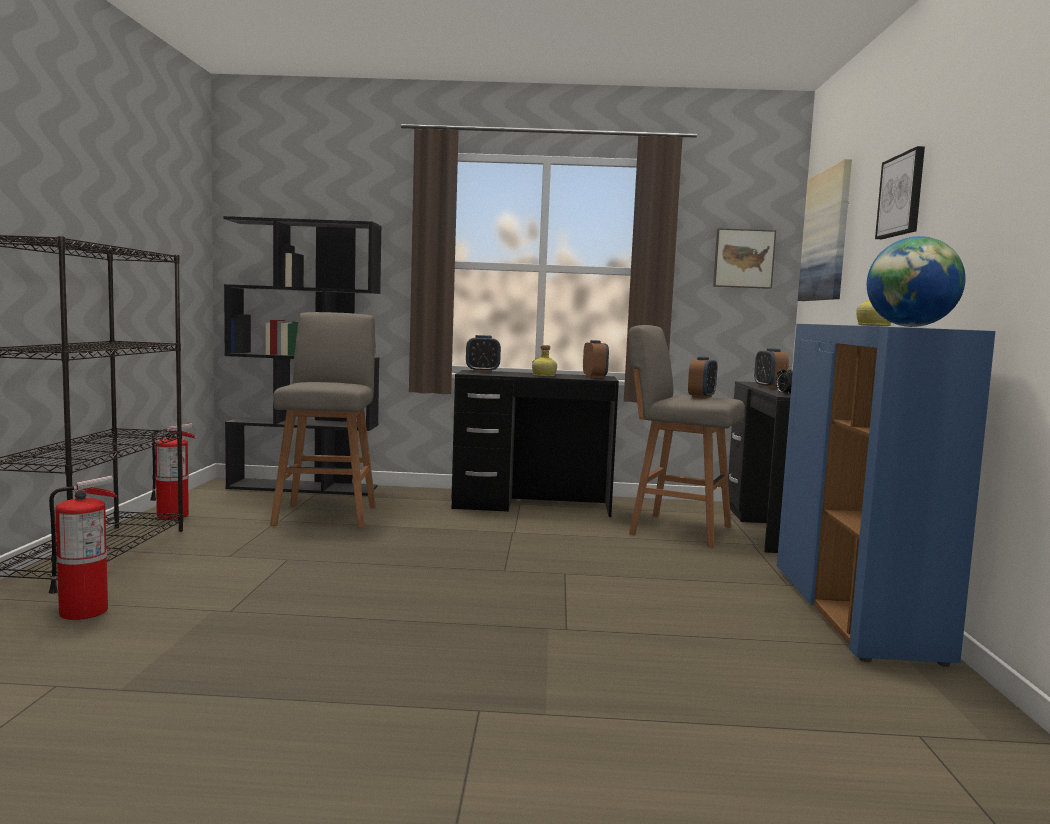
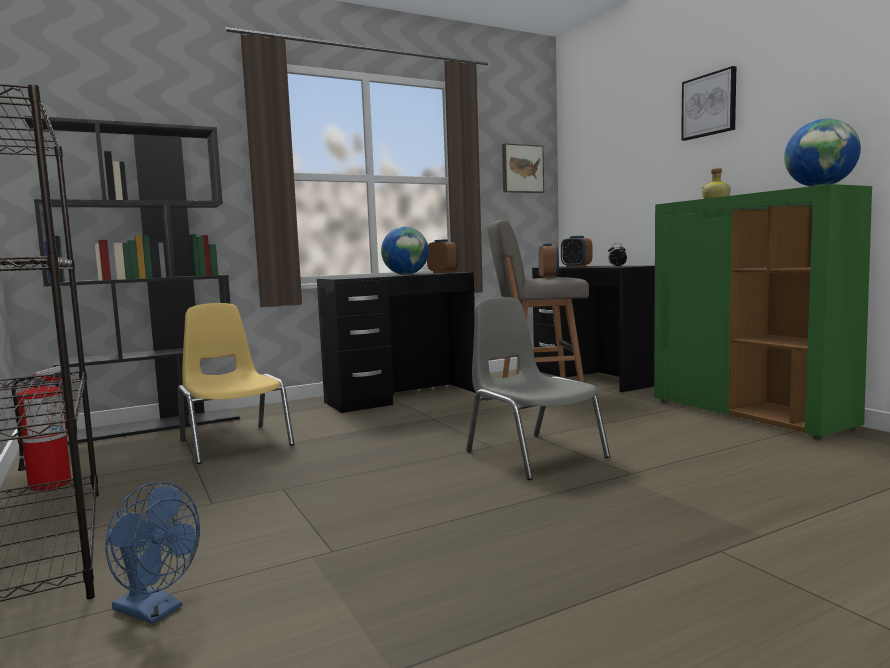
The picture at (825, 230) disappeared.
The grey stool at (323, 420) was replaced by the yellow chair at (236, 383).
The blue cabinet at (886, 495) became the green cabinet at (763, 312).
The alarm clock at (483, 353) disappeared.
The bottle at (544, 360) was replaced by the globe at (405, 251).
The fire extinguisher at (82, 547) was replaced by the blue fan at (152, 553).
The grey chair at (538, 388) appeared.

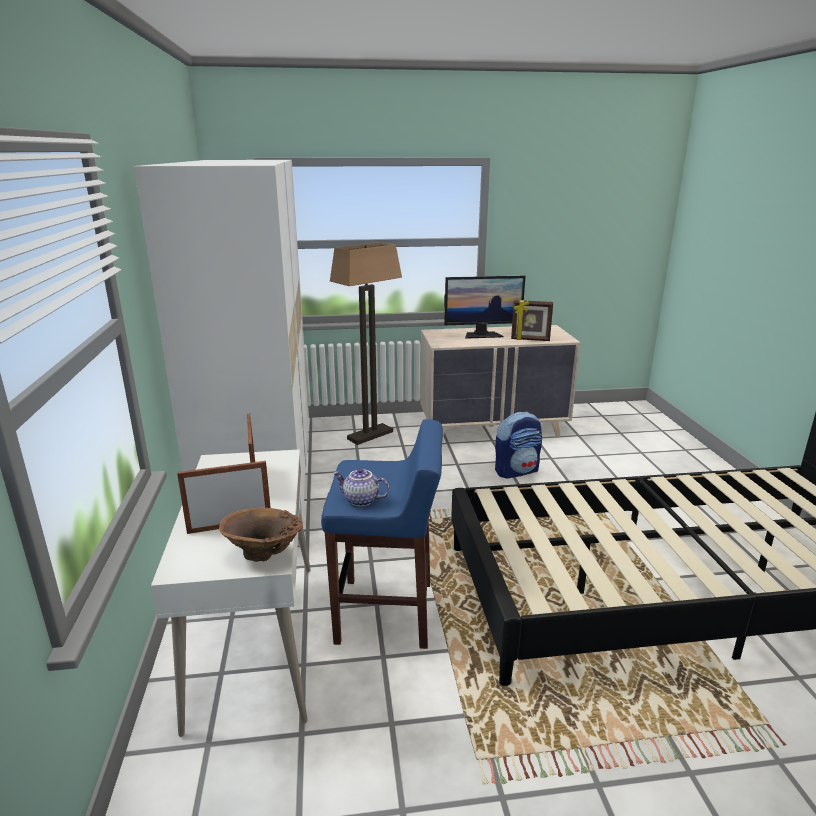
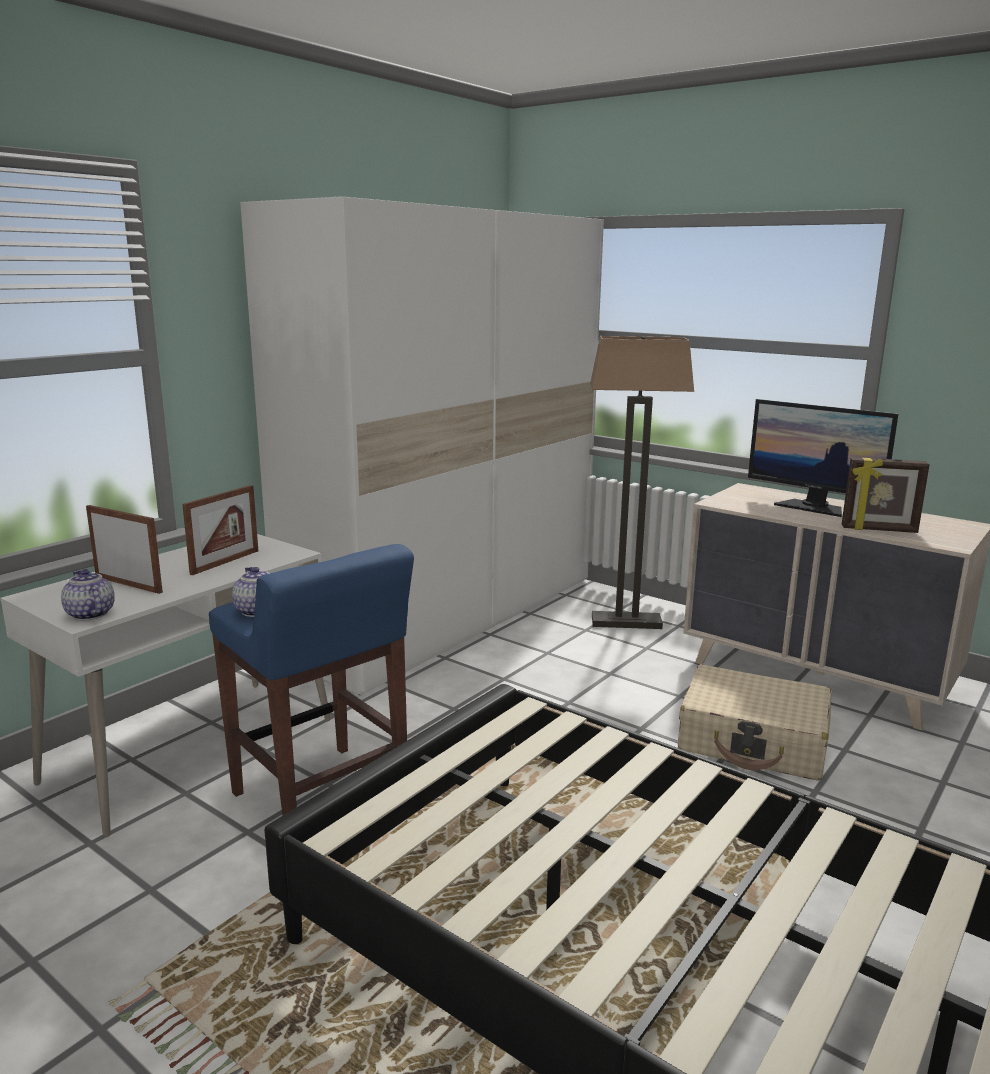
The picture frame at (532, 320) turned 45 degrees counterclockwise.
The backpack at (518, 445) was replaced by the beige suitcase at (755, 722).
The brown vase at (261, 535) was replaced by the teapot at (88, 594).

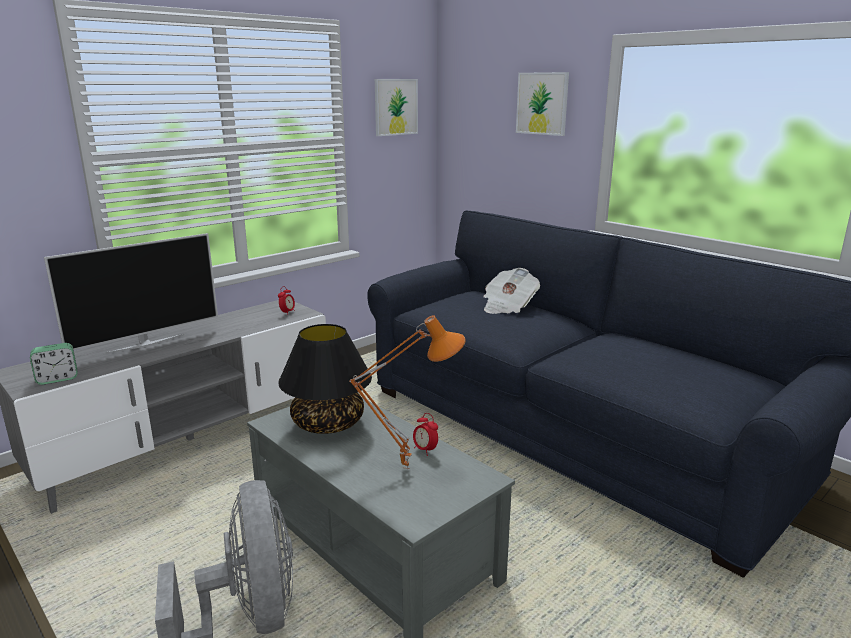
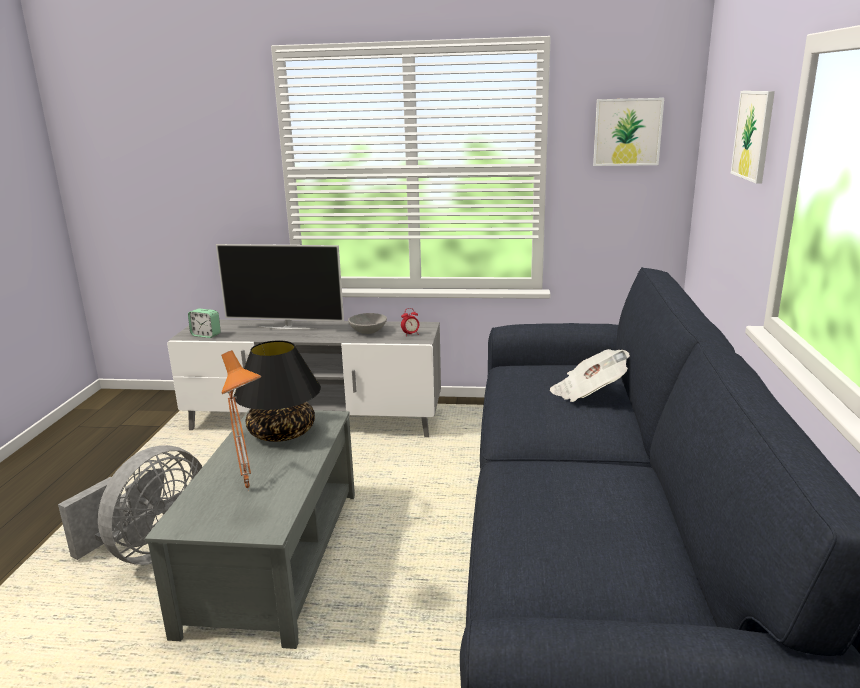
The alarm clock at (425, 434) disappeared.
The grey bowl at (367, 323) appeared.

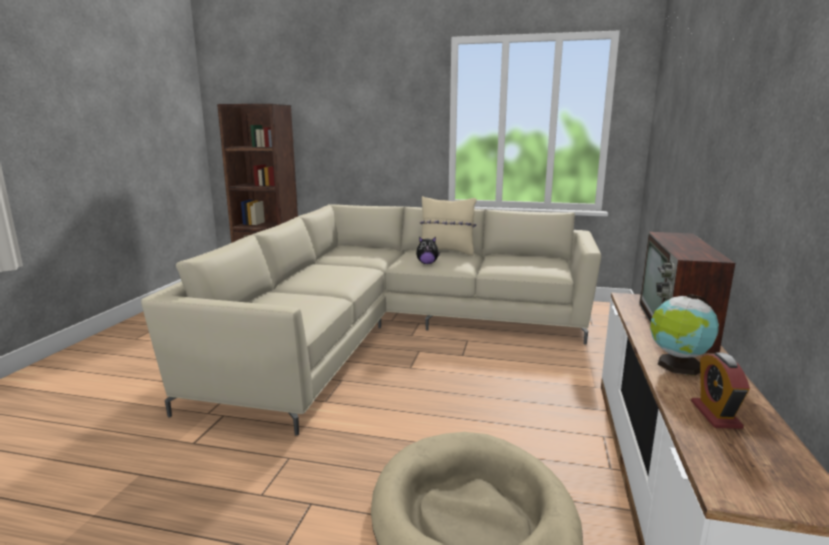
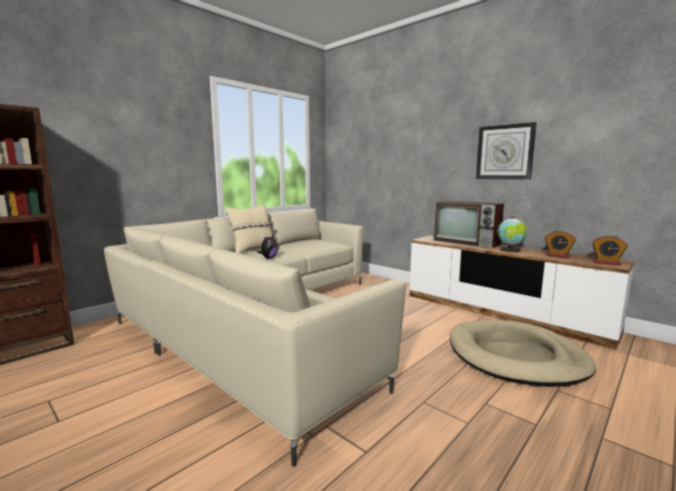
The wall clock at (506, 151) appeared.
The alarm clock at (610, 250) appeared.

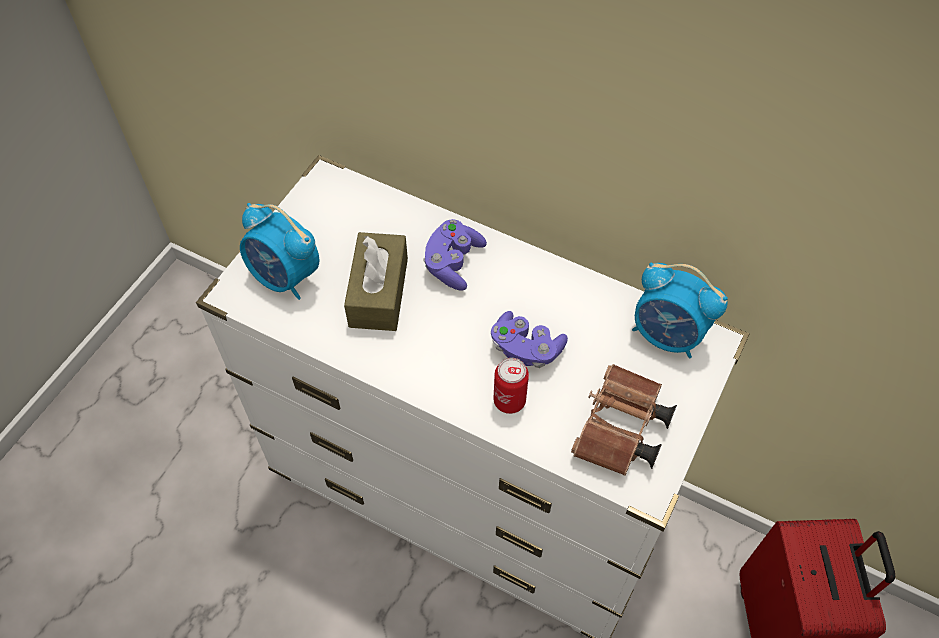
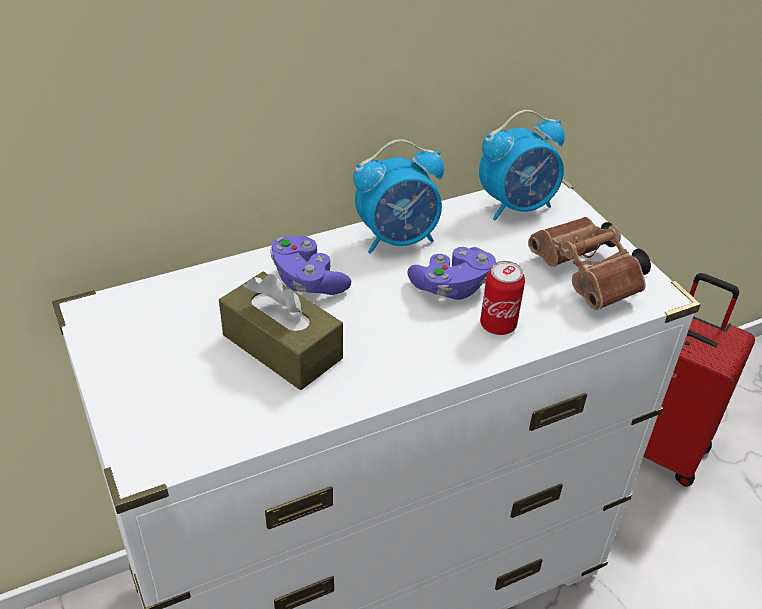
The alarm clock moved from (279, 251) to (398, 196).

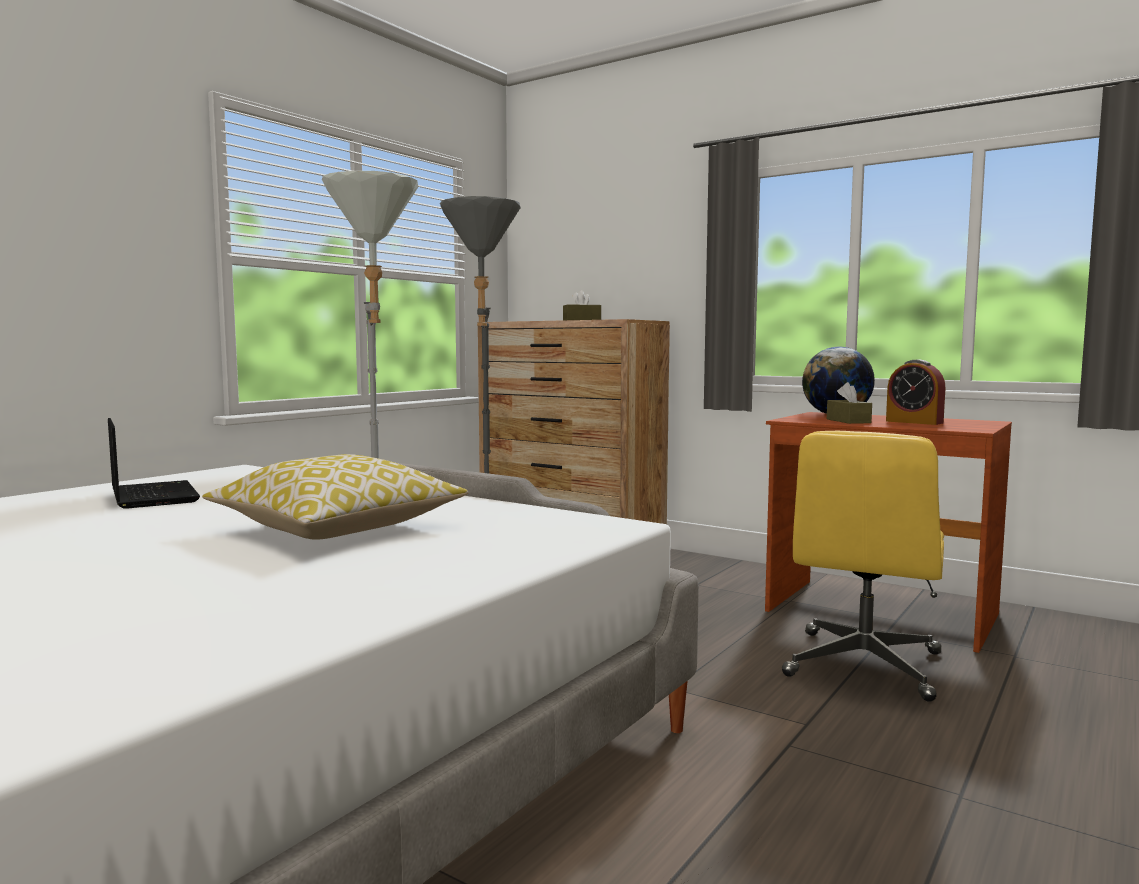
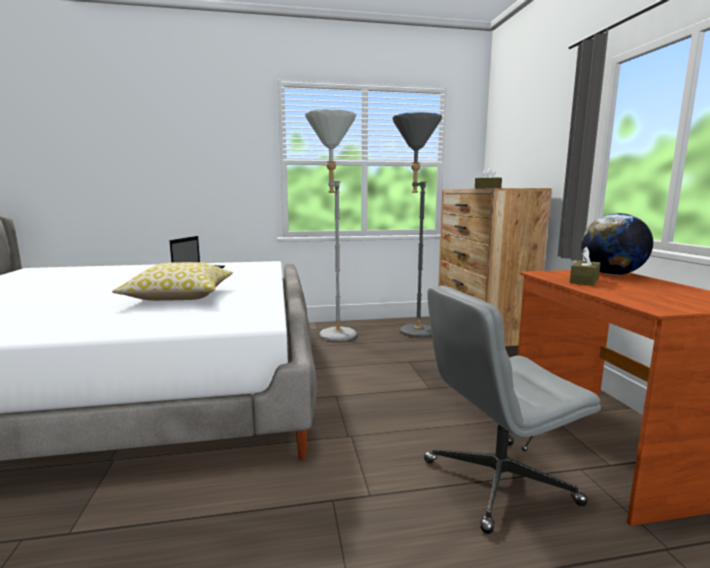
The alarm clock at (916, 392) disappeared.
The yellow office chair at (863, 566) became the grey office chair at (512, 409).

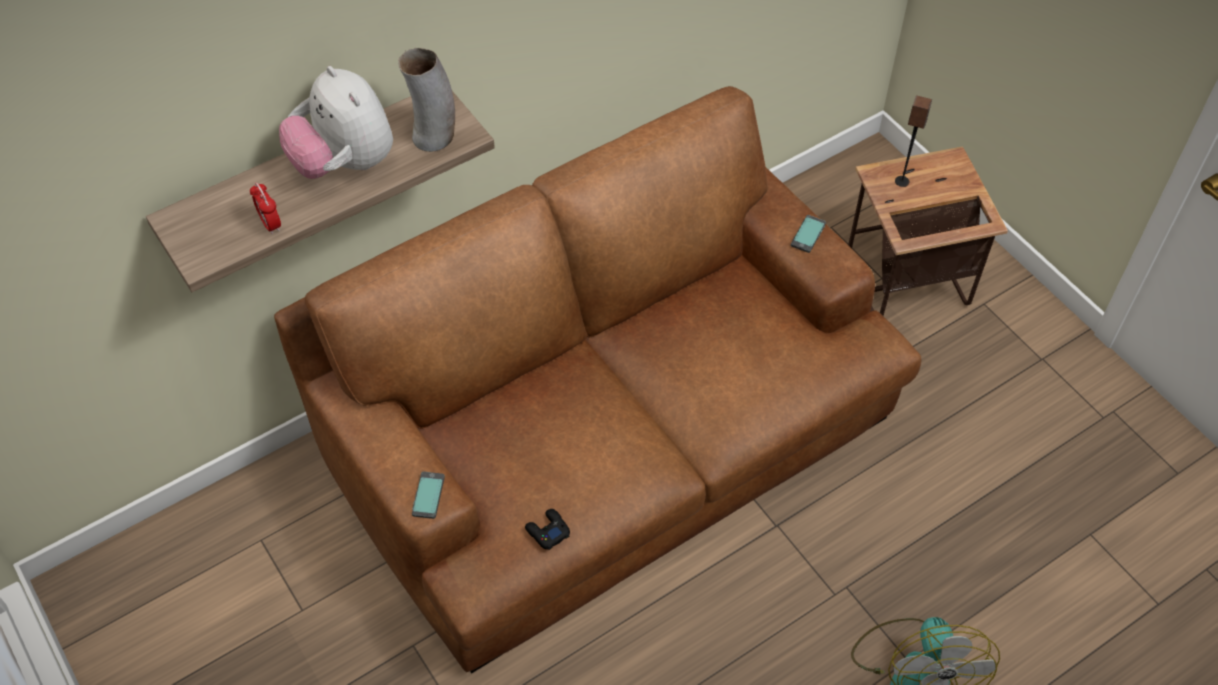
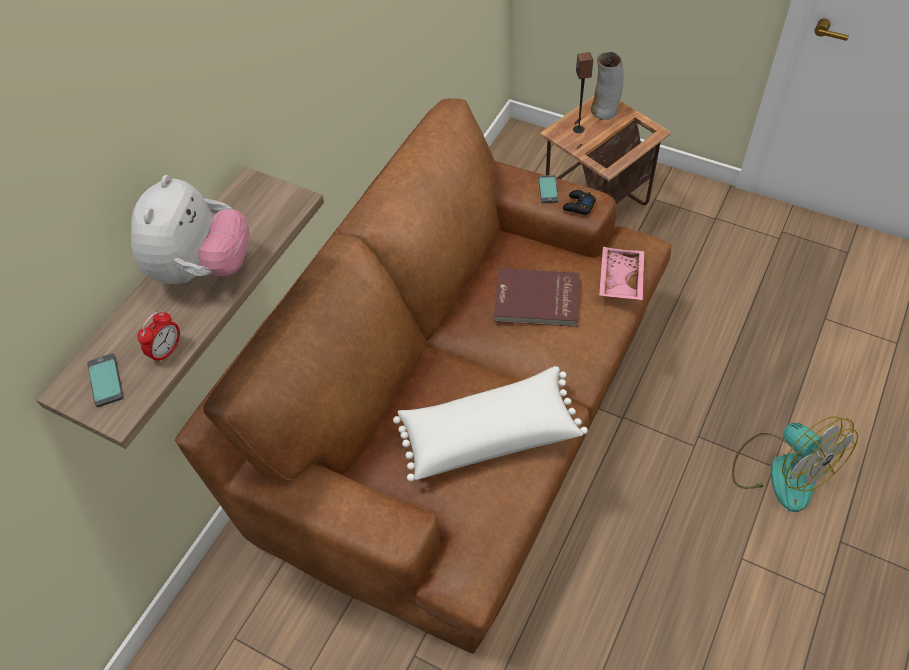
The vase moved from (426, 100) to (607, 86).
The plush toy at (336, 122) turned 105 degrees counterclockwise.
The alarm clock at (265, 208) turned 90 degrees counterclockwise.
The phone moved from (428, 495) to (105, 380).
The black game controller moved from (547, 529) to (579, 202).
The pink tray at (621, 273) appeared.
The red book at (536, 297) appeared.
The white pillow at (490, 424) appeared.

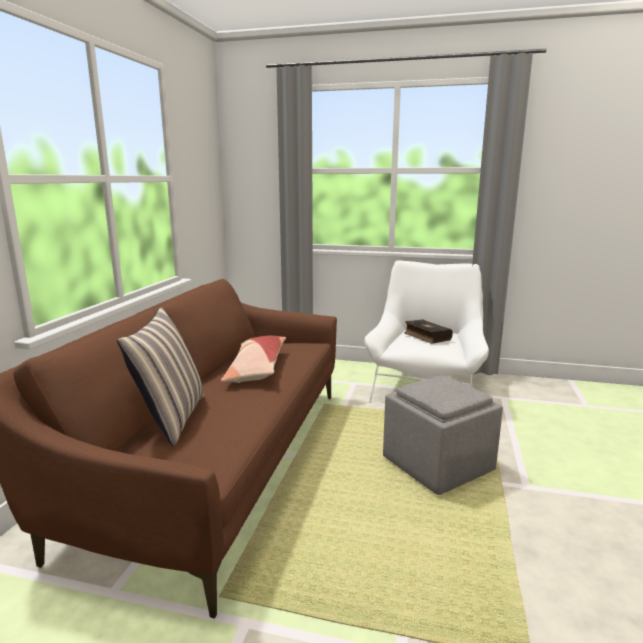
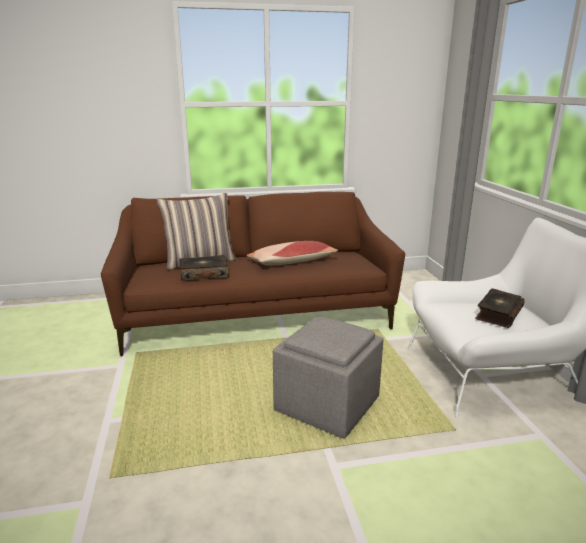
The book at (204, 268) appeared.

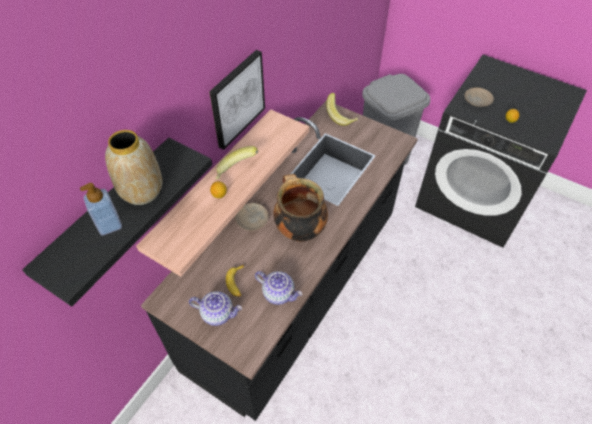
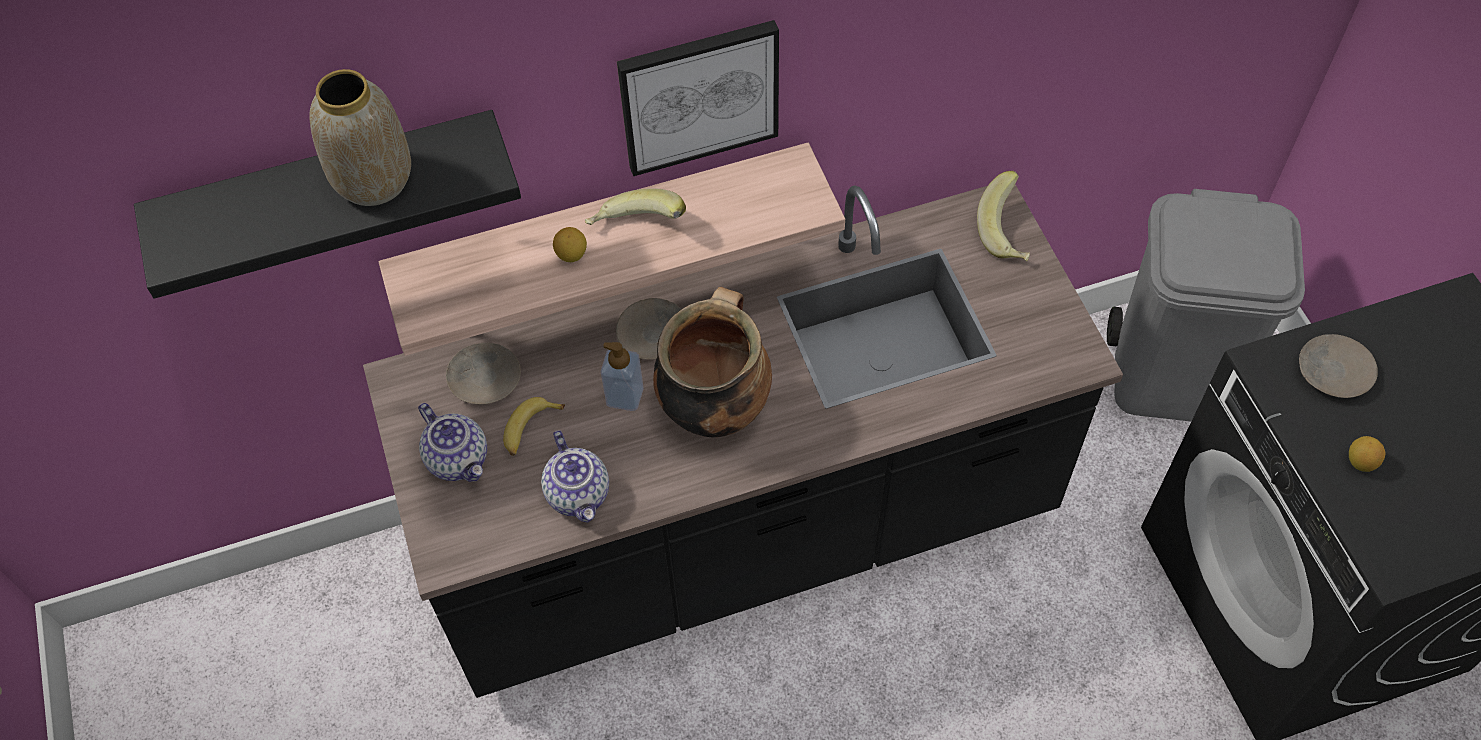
The soap dispenser moved from (101, 209) to (622, 376).
The beige plate at (483, 373) appeared.

